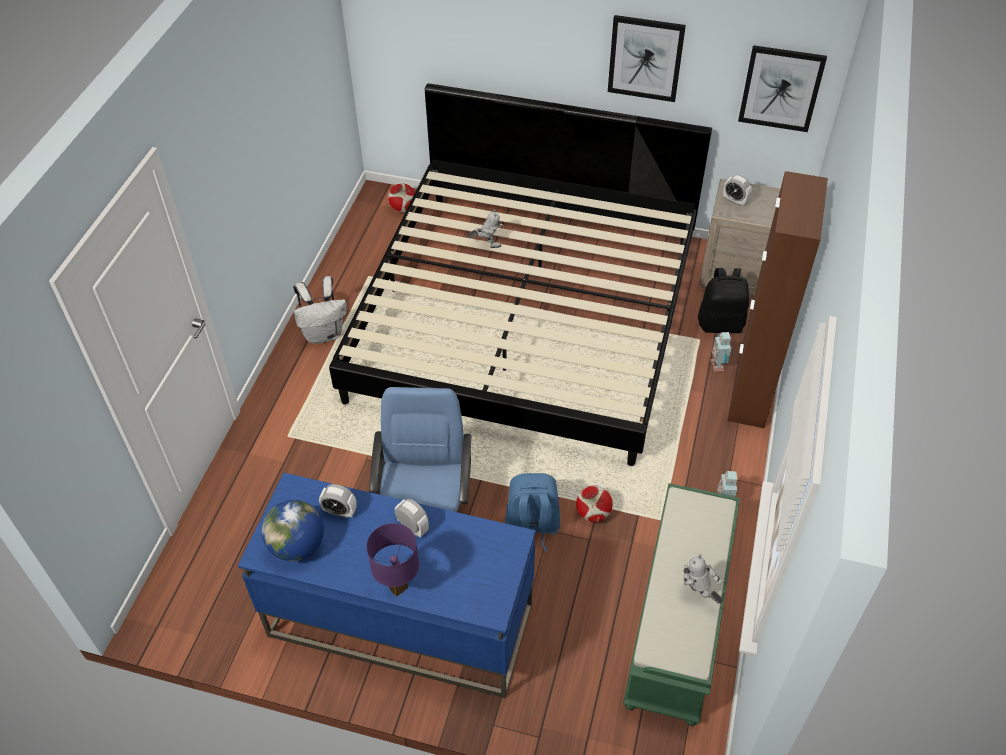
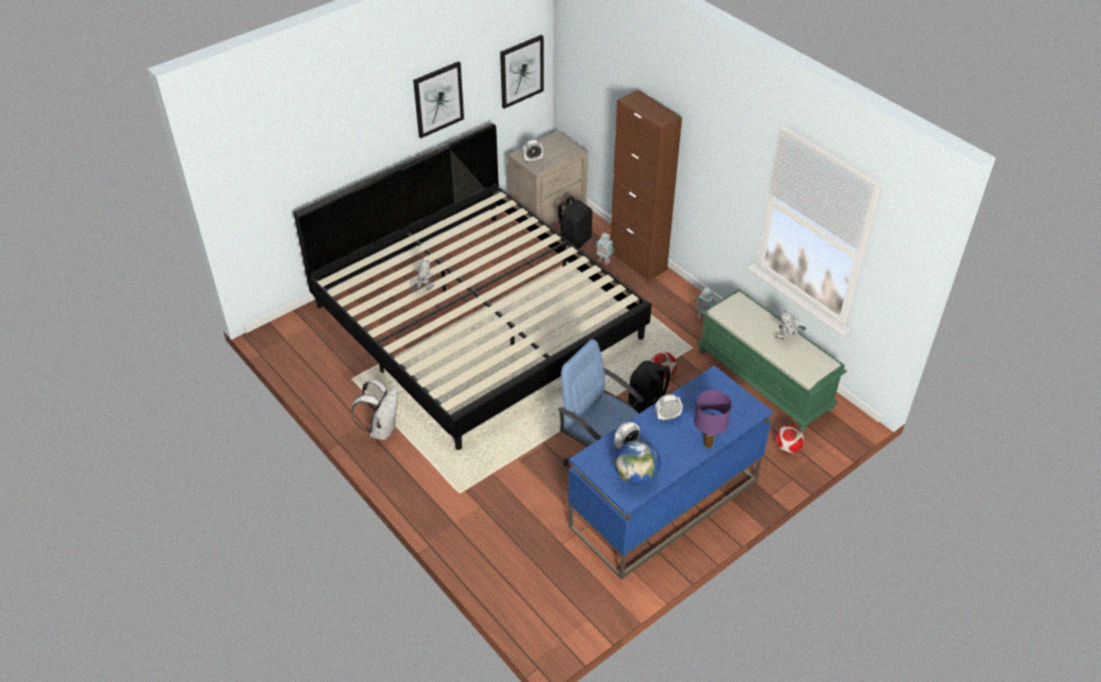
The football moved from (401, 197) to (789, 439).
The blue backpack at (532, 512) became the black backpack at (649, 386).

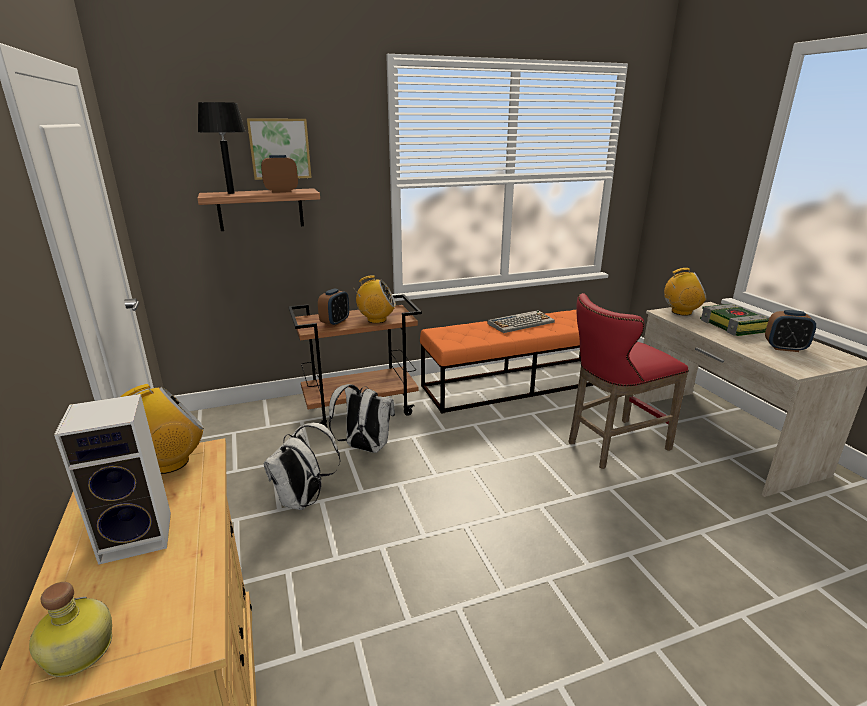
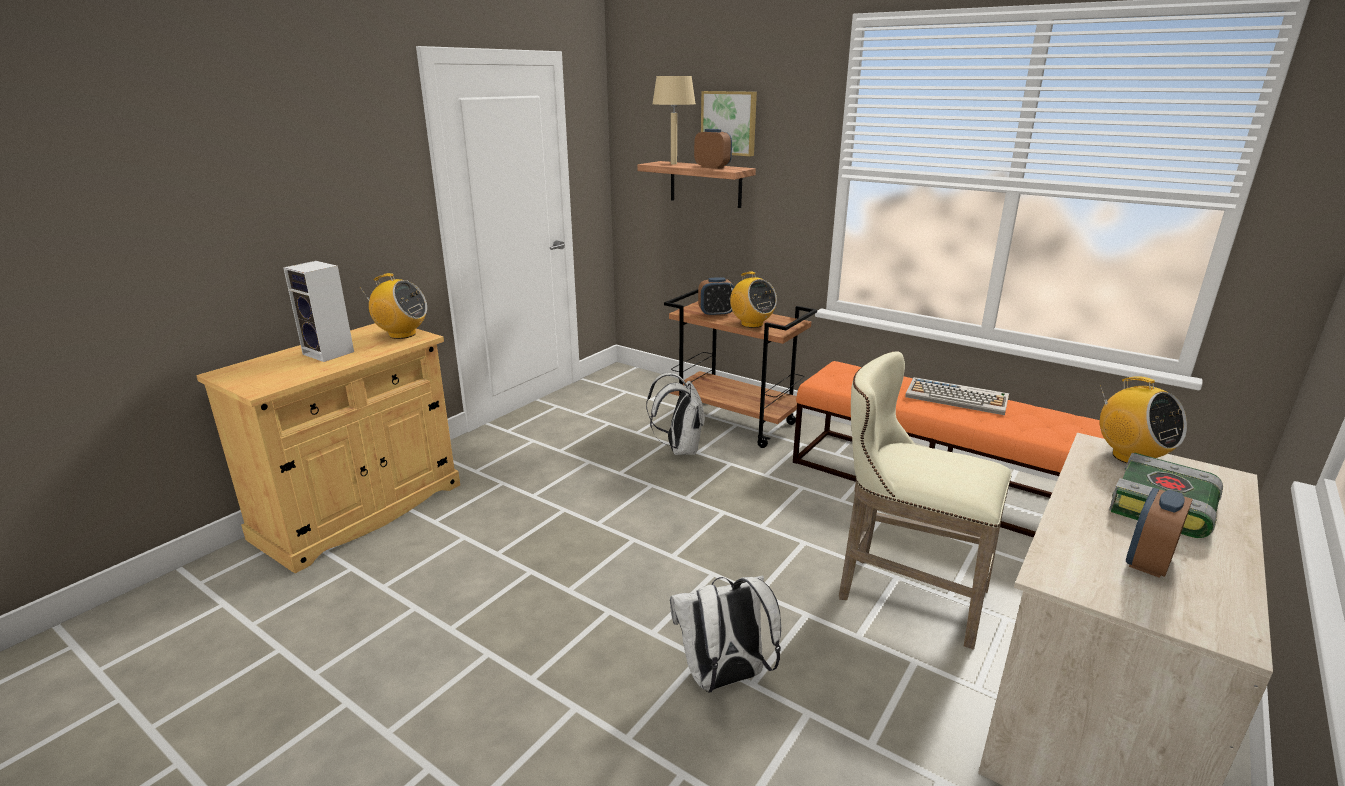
The black table lamp at (222, 148) became the beige table lamp at (674, 120).
The red stool at (628, 381) became the beige stool at (925, 500).
The alarm clock at (790, 331) turned 60 degrees clockwise.
The white backpack moved from (302, 466) to (725, 634).
The bottle at (70, 629) disappeared.

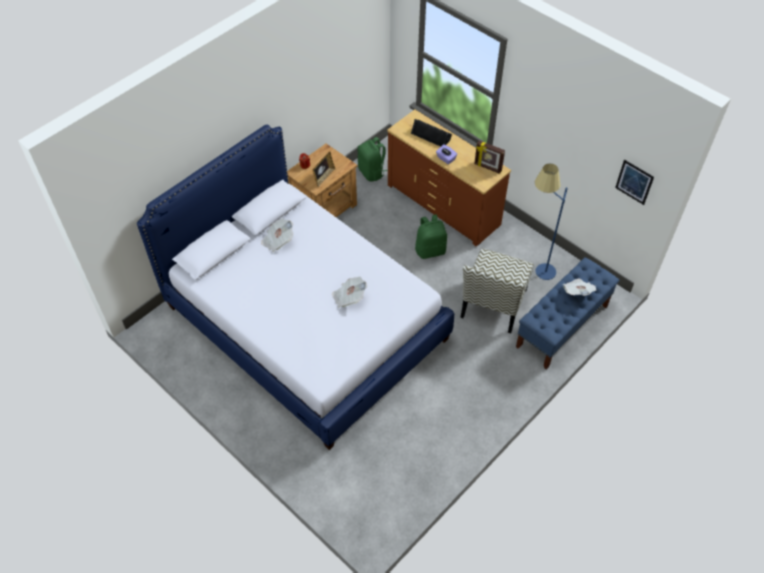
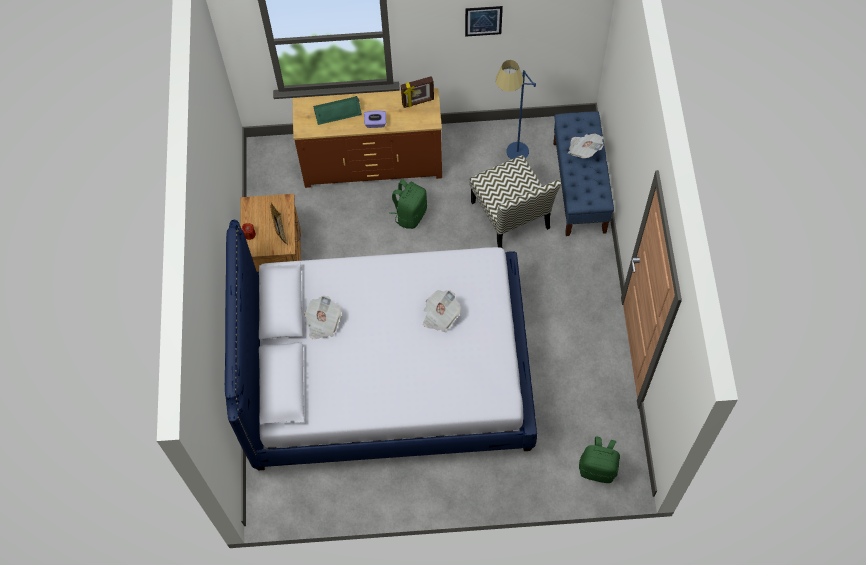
The black speaker at (431, 133) became the green speaker at (337, 110).
The green backpack moved from (373, 159) to (599, 459).
The picture moved from (634, 182) to (484, 21).

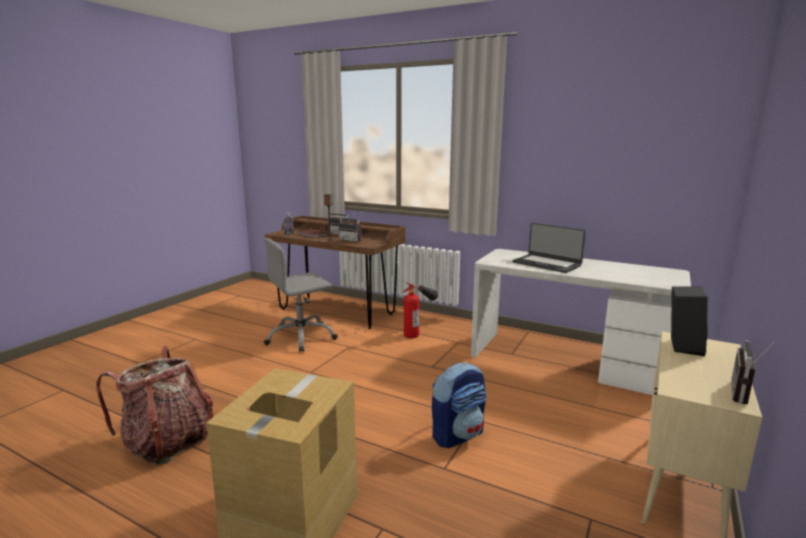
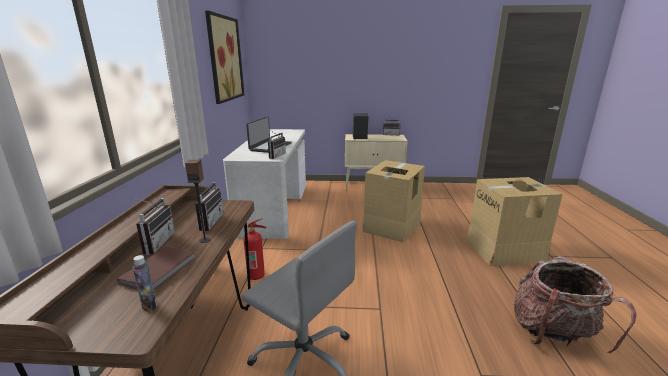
The backpack at (459, 405) was replaced by the cardboard box at (393, 201).
The picture at (224, 57) appeared.
The radio at (277, 144) appeared.

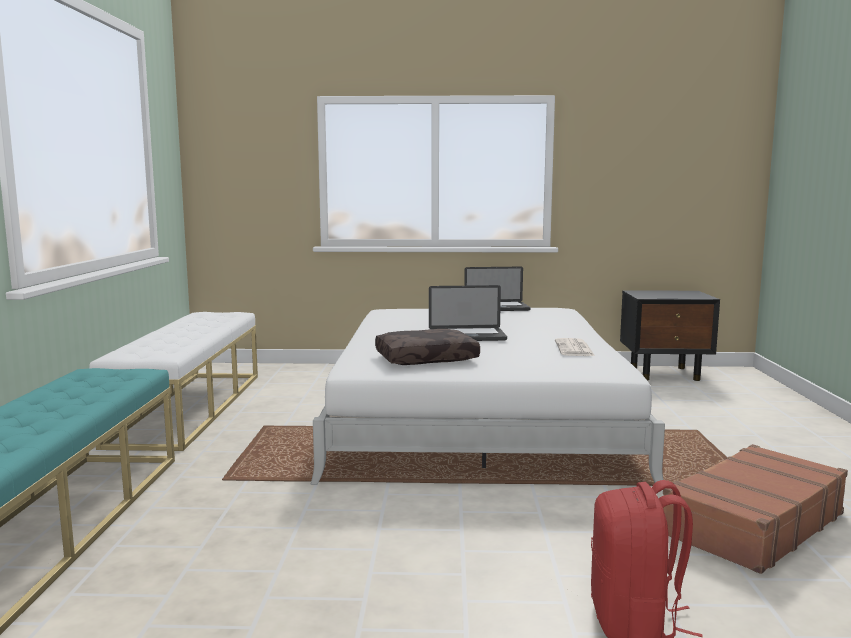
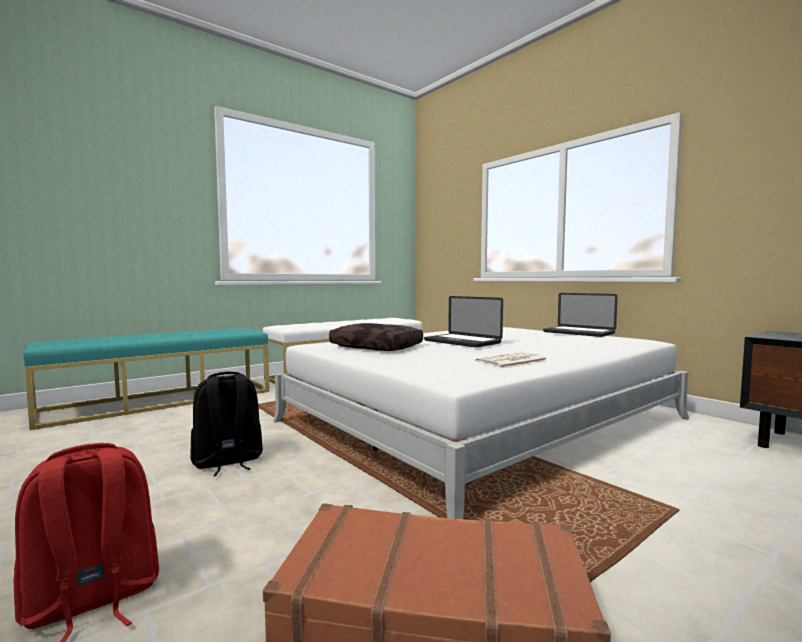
The black backpack at (226, 424) appeared.

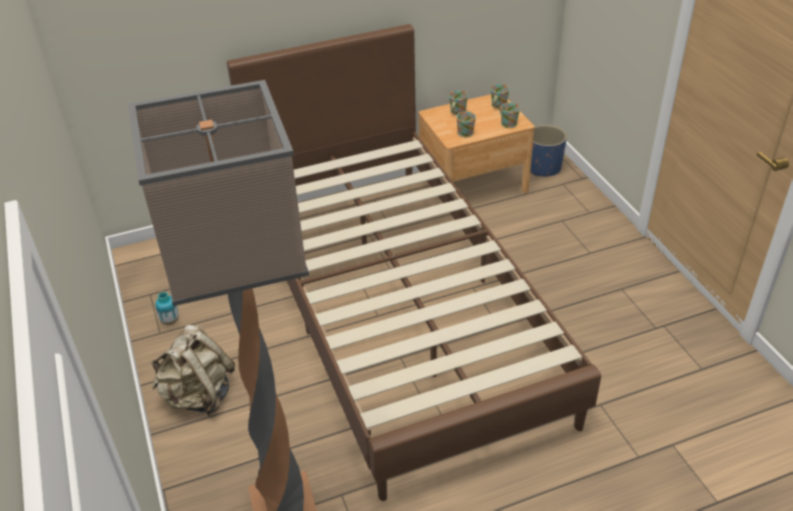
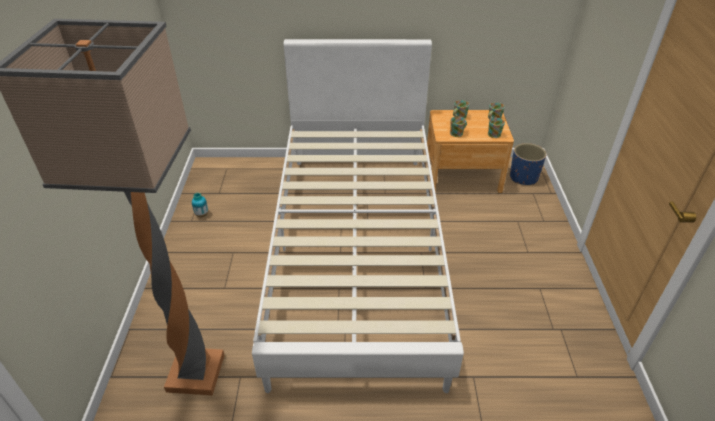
The brown bed at (414, 262) became the white bed at (358, 216).
The beige backpack at (193, 370) disappeared.

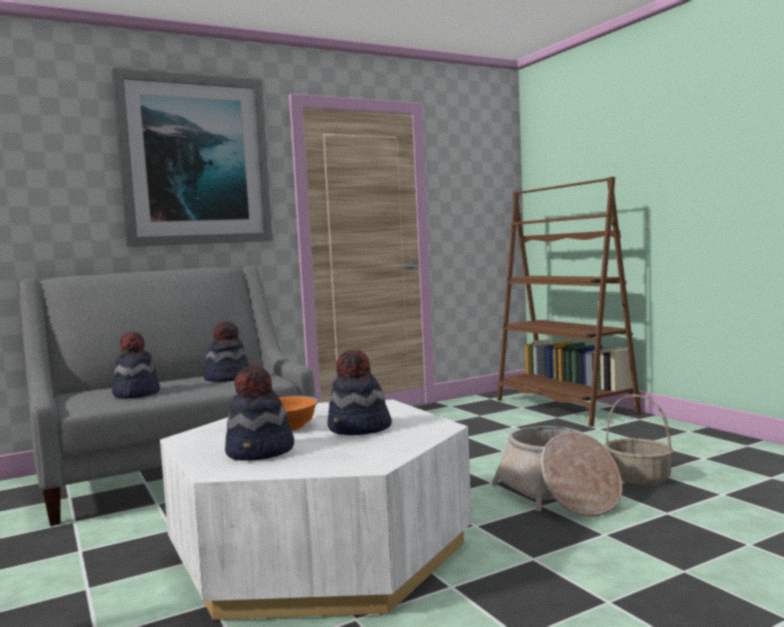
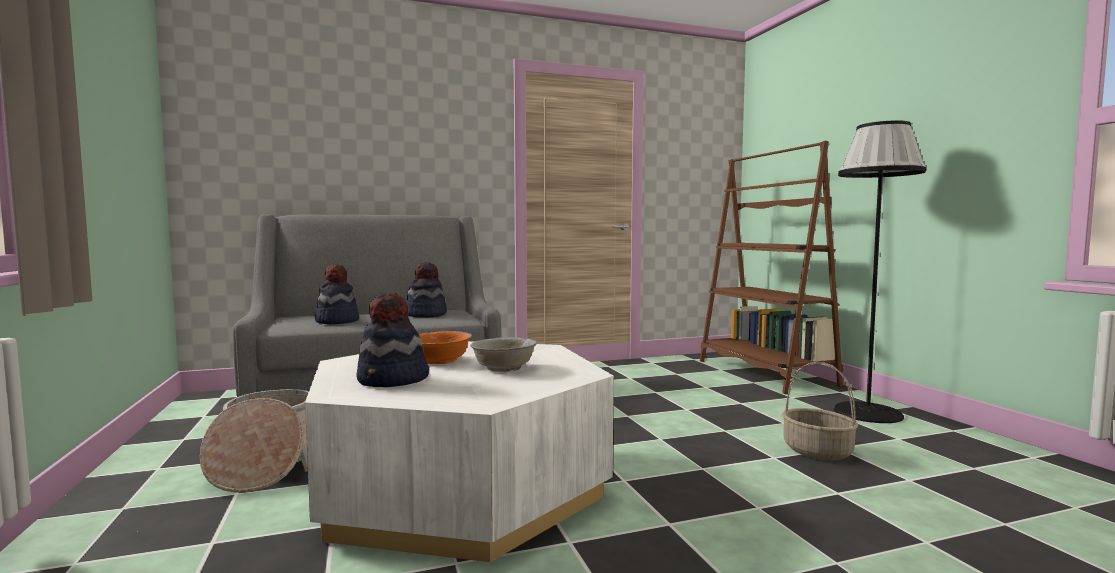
The picture at (192, 157) disappeared.
The hat at (359, 392) was replaced by the white bowl at (503, 354).
The basket moved from (557, 471) to (254, 440).
The black floor lamp at (880, 271) appeared.

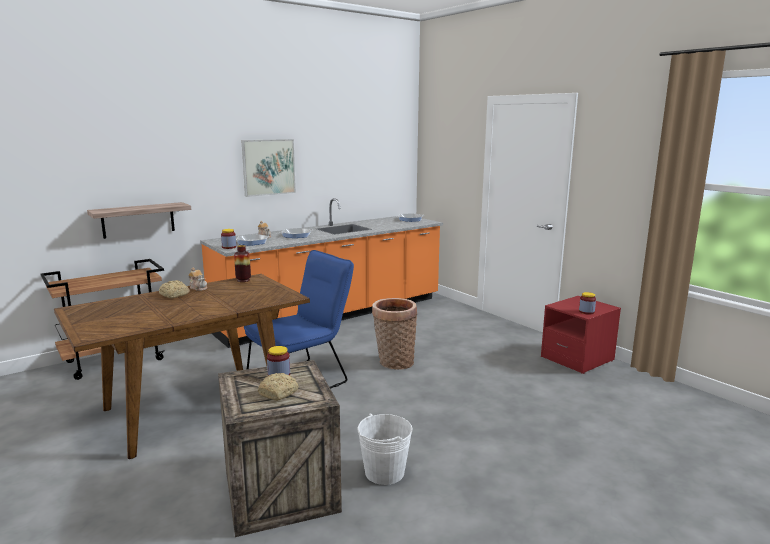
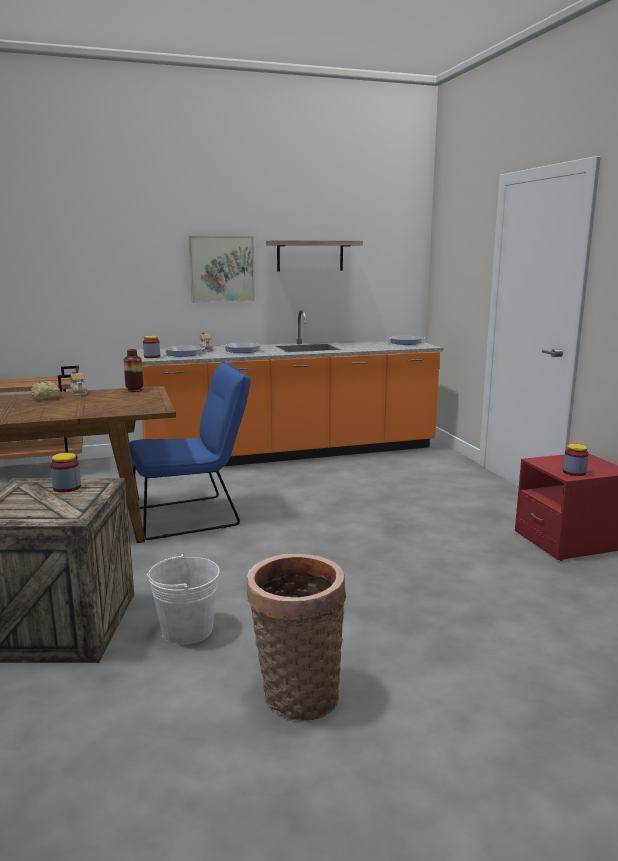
The shelf moved from (139, 220) to (314, 255).
The basket moved from (394, 334) to (296, 637).
The bread at (278, 387) disappeared.

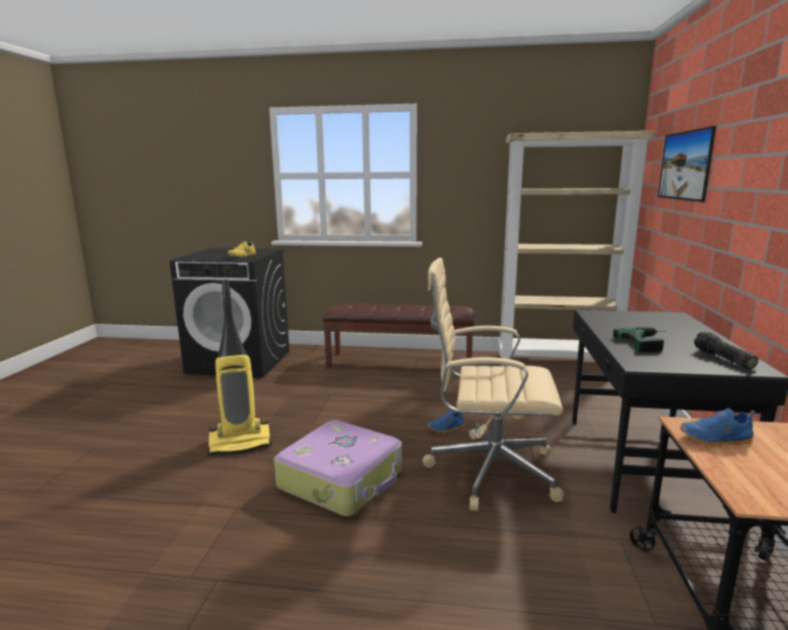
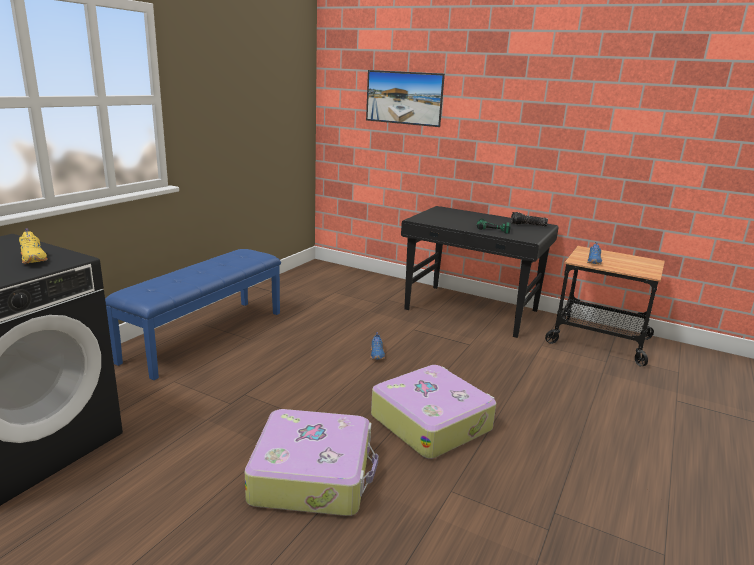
The beige bookcase at (576, 249) disappeared.
The beige office chair at (493, 384) disappeared.
The vacuum cleaner at (239, 368) was replaced by the suitcase at (312, 462).
The brown bench at (399, 335) became the blue bench at (193, 314).

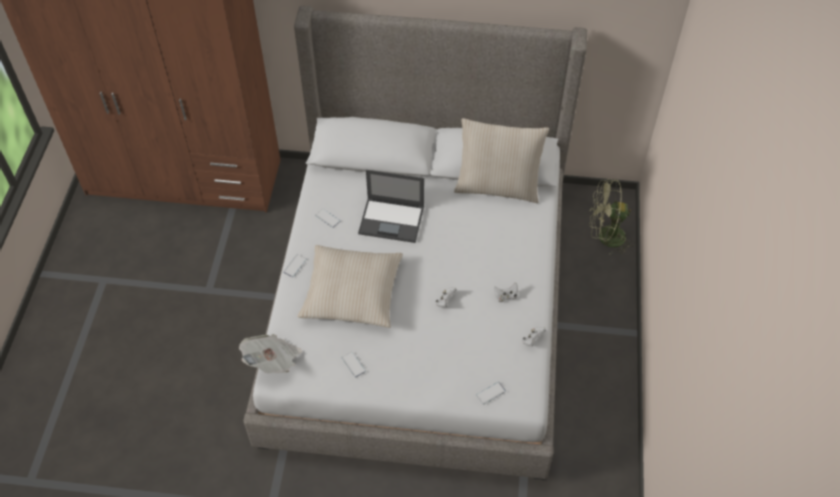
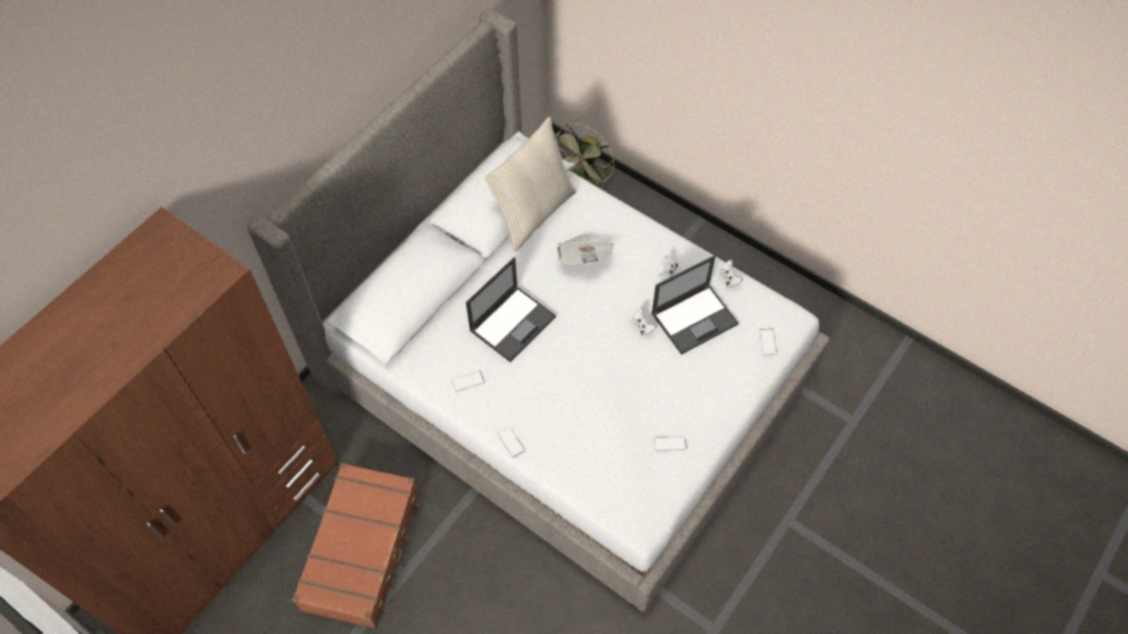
The beige pillow at (350, 286) disappeared.
The newspaper moved from (270, 354) to (585, 248).
The laptop at (695, 305) appeared.
The brown suitcase at (356, 546) appeared.

